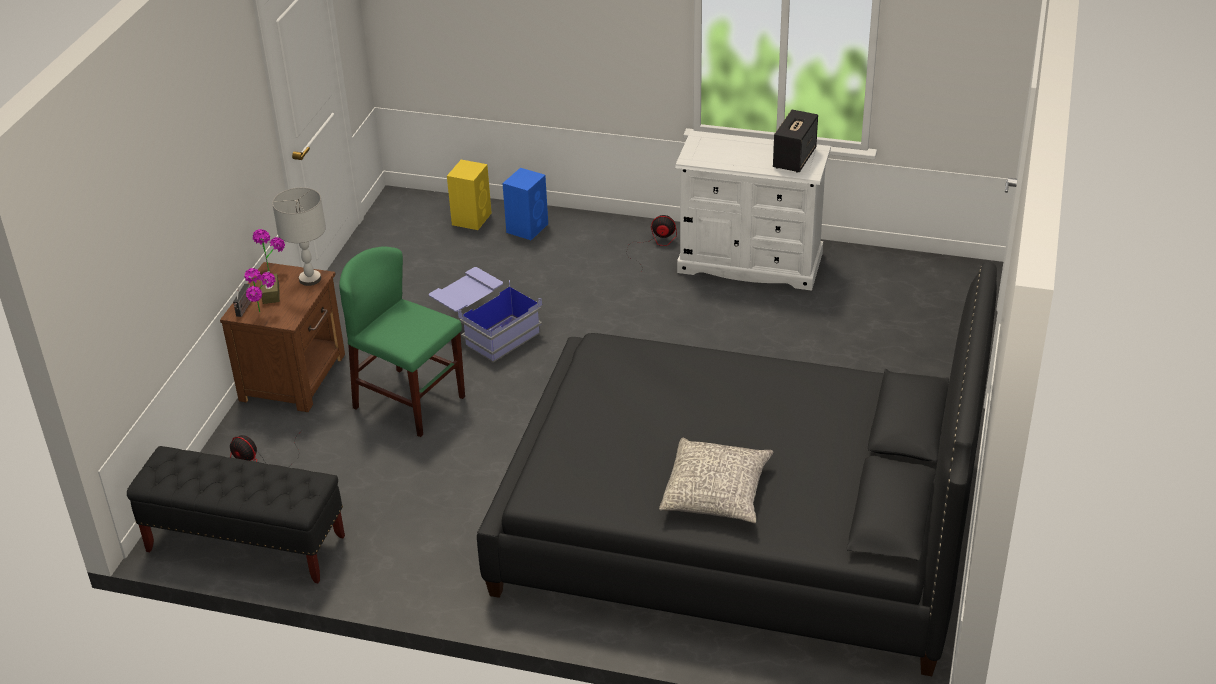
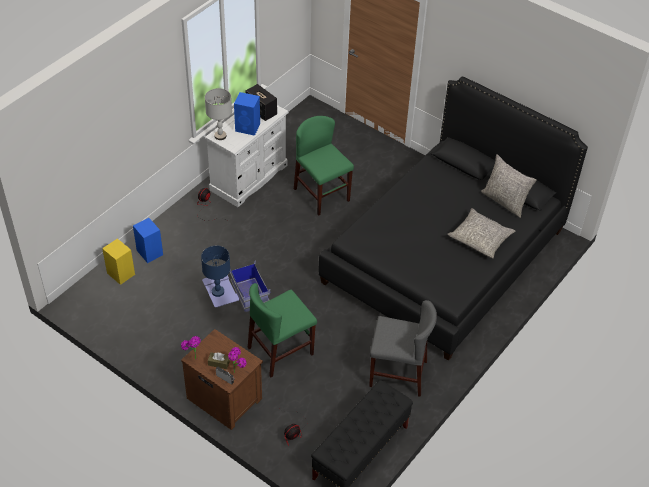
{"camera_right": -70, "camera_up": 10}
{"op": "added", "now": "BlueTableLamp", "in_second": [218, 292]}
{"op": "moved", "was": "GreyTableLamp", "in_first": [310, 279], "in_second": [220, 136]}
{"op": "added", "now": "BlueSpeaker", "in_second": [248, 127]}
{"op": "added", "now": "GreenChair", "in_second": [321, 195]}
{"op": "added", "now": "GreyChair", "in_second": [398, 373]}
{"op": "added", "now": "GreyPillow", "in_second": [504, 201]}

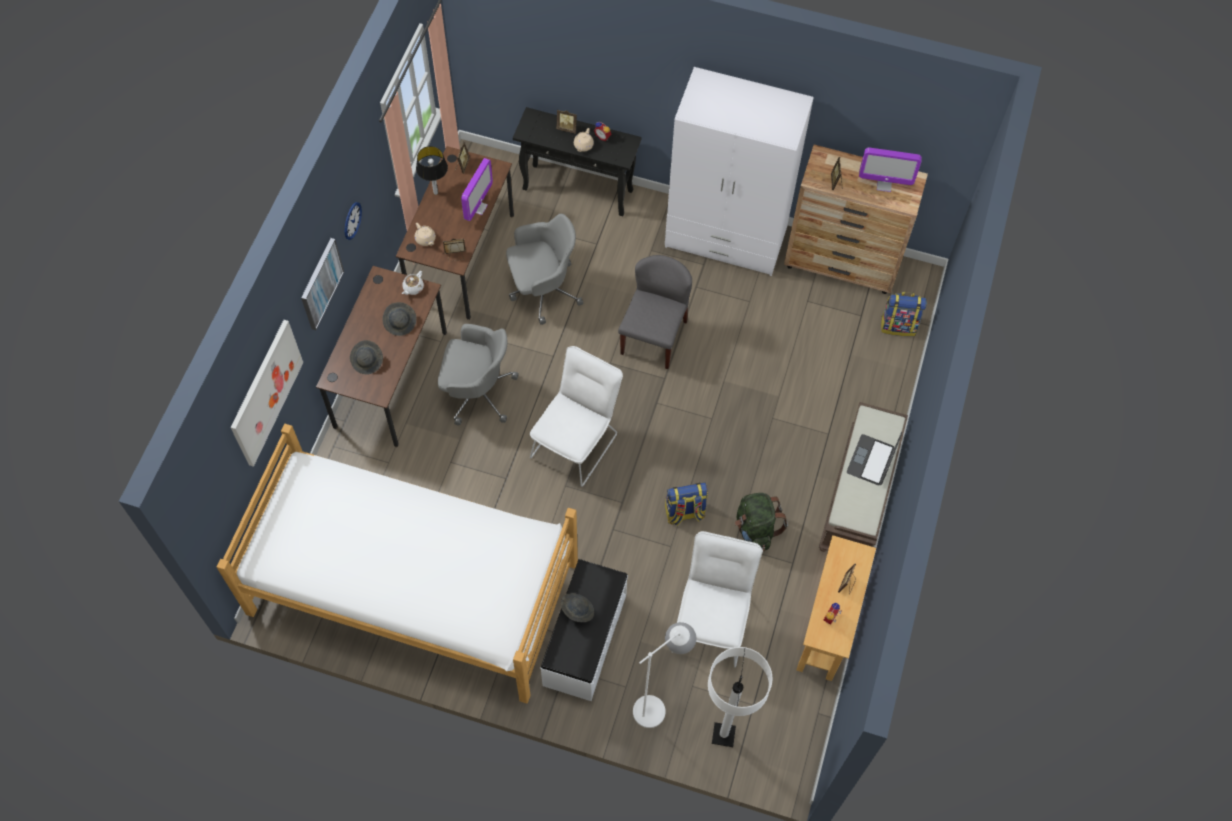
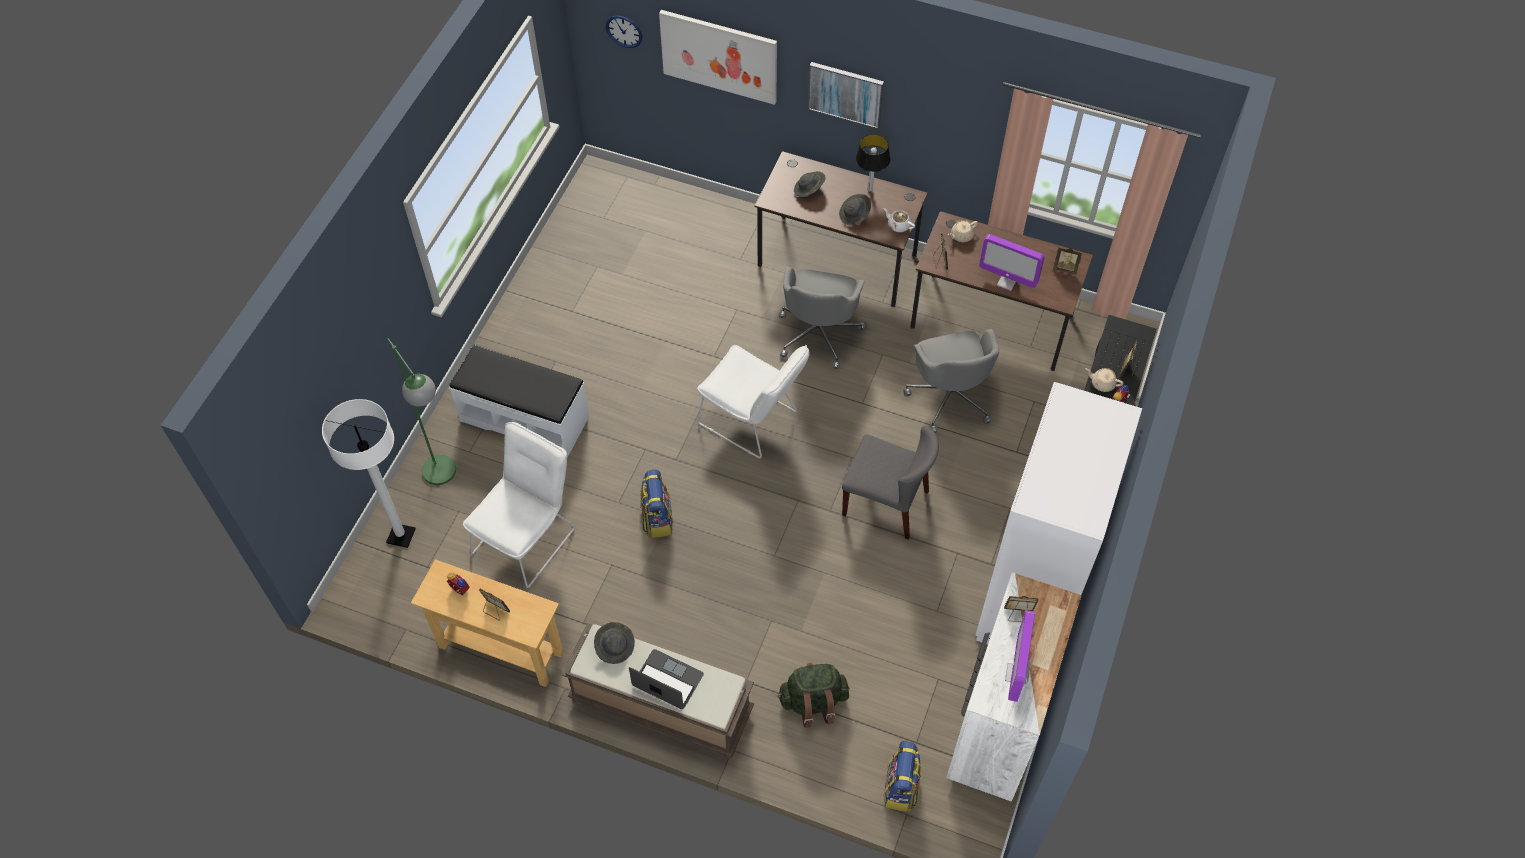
{"camera_right": 95, "camera_up": -5}
{"op": "recoloured", "was": "WhiteFloorLamp", "now": "GreenFloorLamp", "in_first": [658, 704], "in_second": [445, 479]}
{"op": "turned", "was": "WhiteChair", "in_first": [712, 619], "in_second": [528, 536], "clockwise": -75}
{"op": "moved", "was": "GreyHat", "in_first": [577, 610], "in_second": [615, 647]}
{"op": "moved", "was": "WallClock", "in_first": [352, 220], "in_second": [624, 31]}
{"op": "moved", "was": "GreenBackpack", "in_first": [755, 529], "in_second": [813, 702]}
{"op": "moved", "was": "TableLamp", "in_first": [436, 192], "in_second": [870, 189]}
{"op": "recoloured", "was": "BrownDresser", "now": "WhiteDresser", "in_first": [842, 264], "in_second": [997, 729]}
{"op": "removed", "was": "Bed", "in_first": [413, 586]}

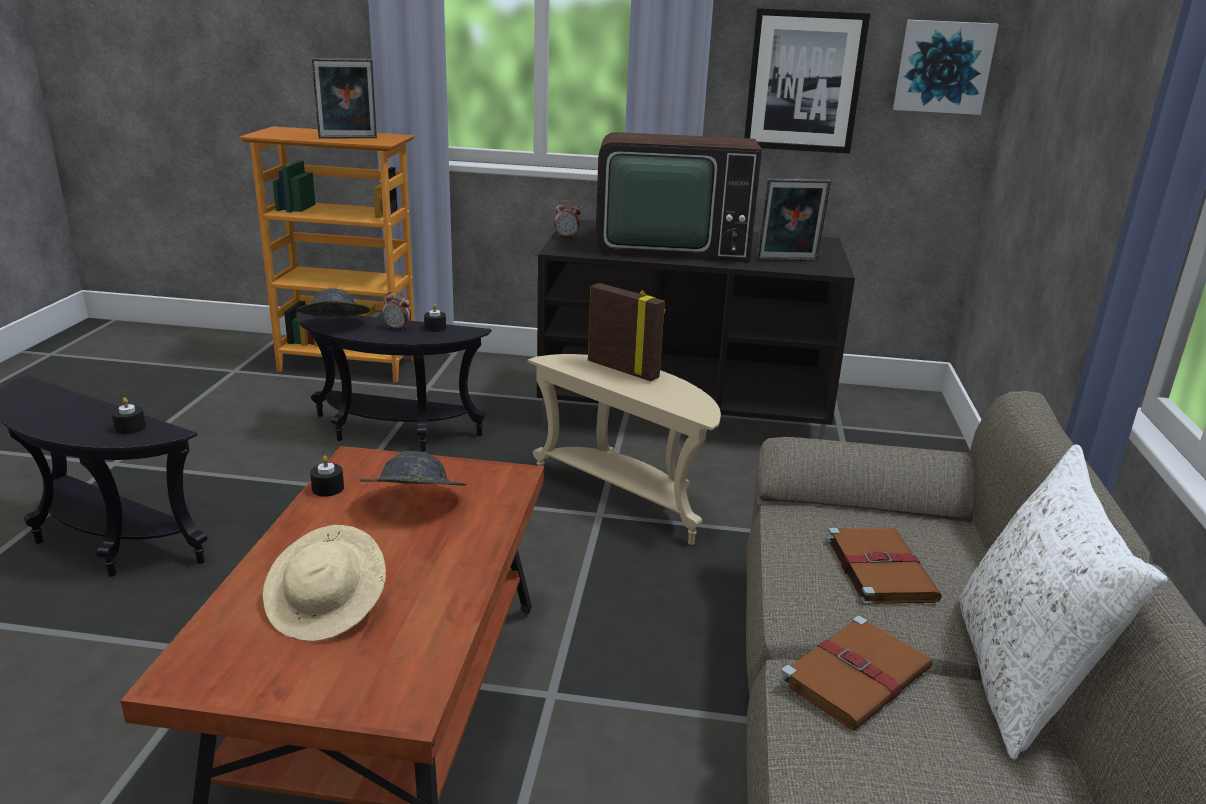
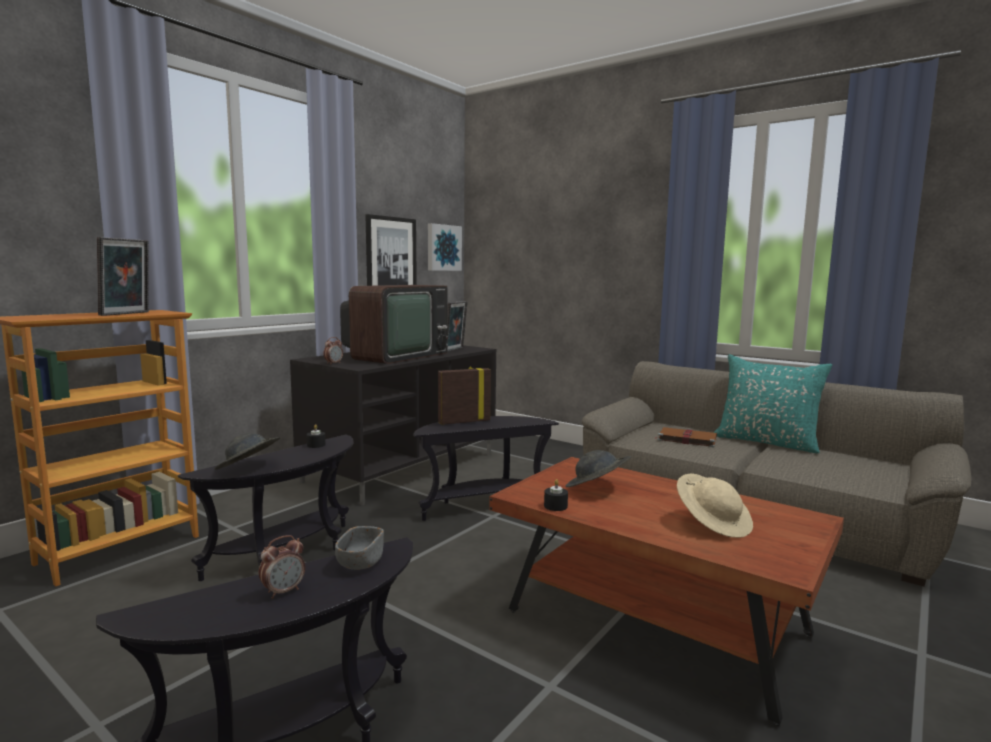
{"camera_right": -60, "camera_up": -15}
{"op": "moved", "was": "AlarmClock", "in_first": [397, 328], "in_second": [283, 591]}
{"op": "replaced", "was": "BlackCandle", "now": "GreyBowl", "in_first": [130, 428], "in_second": [360, 562]}
{"op": "recoloured", "was": "BeigeSideTable", "now": "BlackSideTable", "in_first": [625, 497], "in_second": [482, 505]}
{"op": "recoloured", "was": "WhitePillow", "now": "TurquoisePillow", "in_first": [1019, 677], "in_second": [766, 442]}
{"op": "removed", "was": "BrownBook", "in_first": [857, 675]}

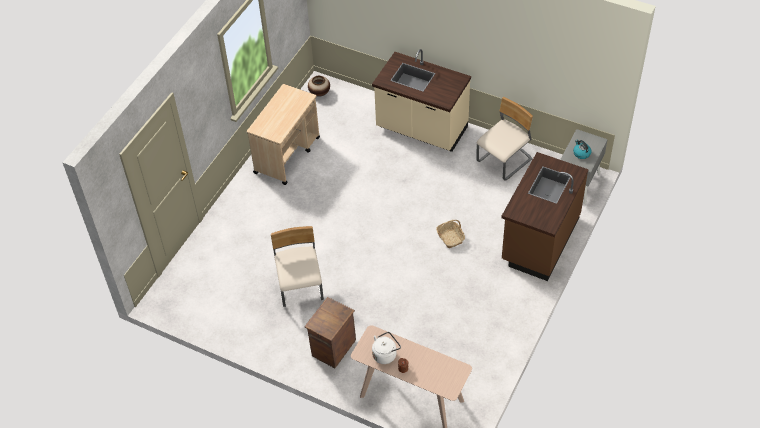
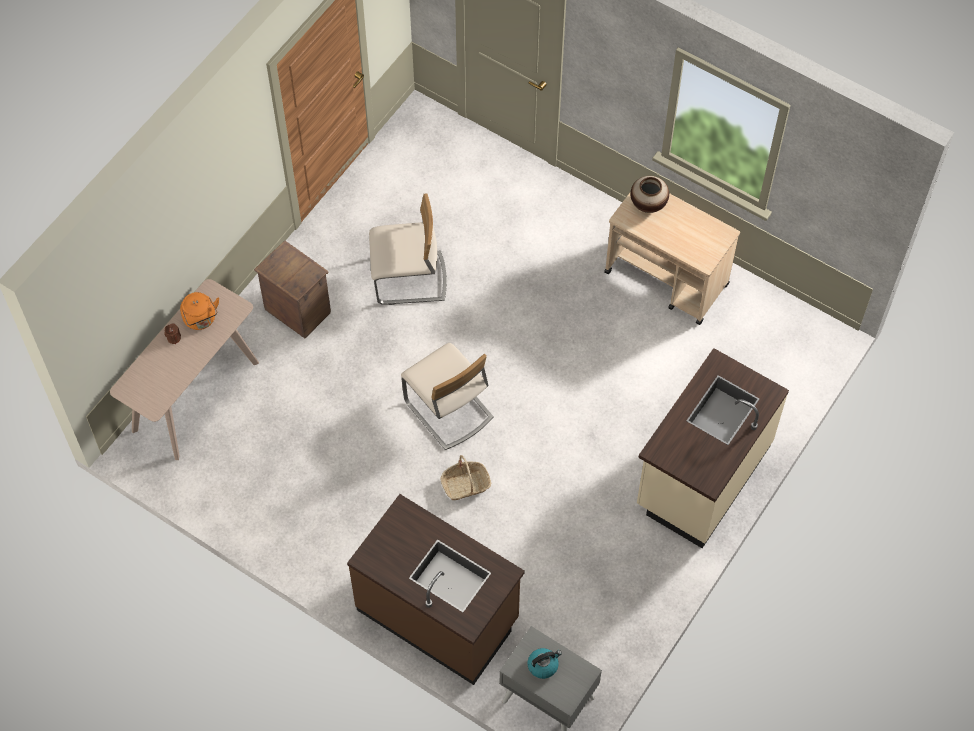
{"camera_right": 95, "camera_up": 10}
{"op": "recoloured", "was": "WhiteKettle", "now": "OrangeKettle", "in_first": [385, 354], "in_second": [201, 320]}
{"op": "moved", "was": "BeigeChair", "in_first": [504, 161], "in_second": [448, 410]}
{"op": "moved", "was": "Vase", "in_first": [319, 93], "in_second": [648, 204]}

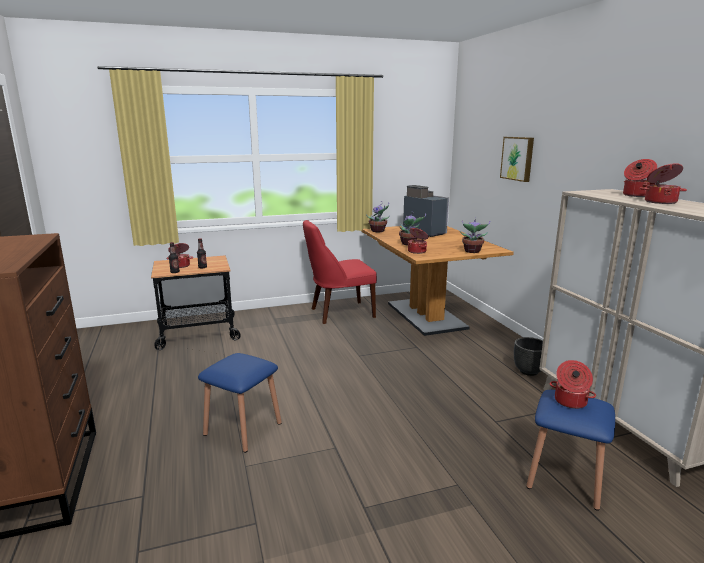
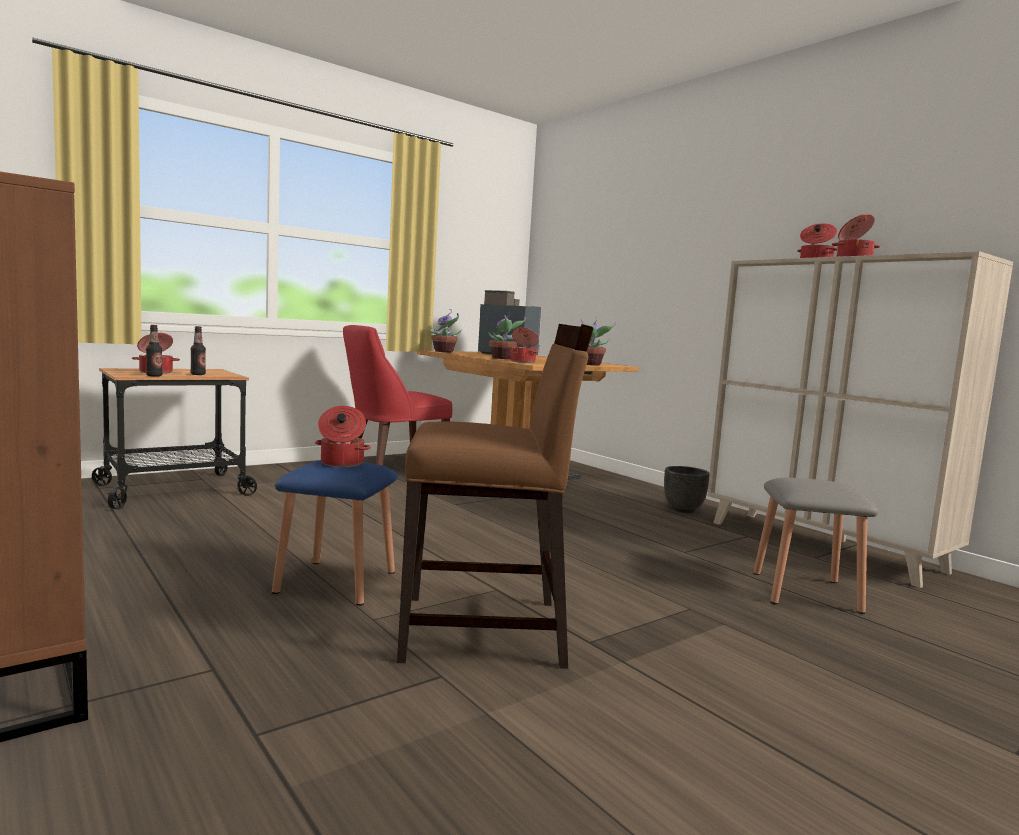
{"camera_right": -20, "camera_up": -10}
{"op": "moved", "was": "CookingPot", "in_first": [570, 402], "in_second": [341, 463]}
{"op": "added", "now": "BrownChair", "in_second": [485, 630]}
{"op": "recoloured", "was": "BlueStool", "now": "GreyStool", "in_first": [564, 478], "in_second": [805, 592]}
{"op": "removed", "was": "Picture", "in_first": [518, 158]}

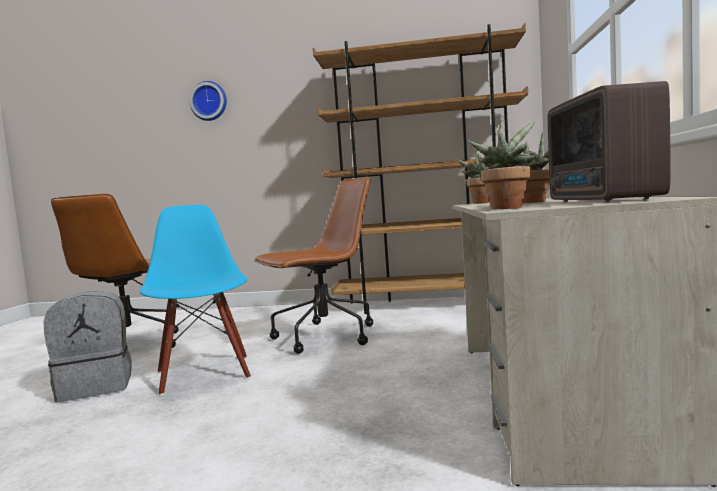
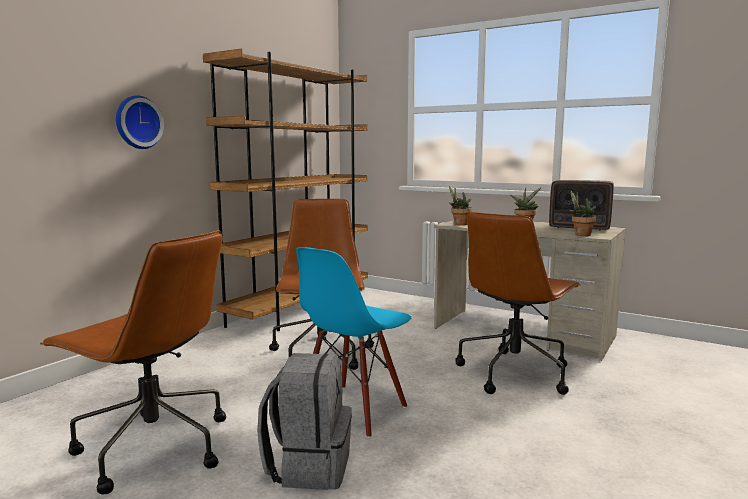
{"camera_right": -65, "camera_up": 5}
{"op": "moved", "was": "WallClock", "in_first": [209, 101], "in_second": [137, 122]}
{"op": "turned", "was": "BlueChair", "in_first": [204, 374], "in_second": [353, 409], "clockwise": -60}
{"op": "added", "now": "BrownOfficeChair", "in_second": [514, 372]}

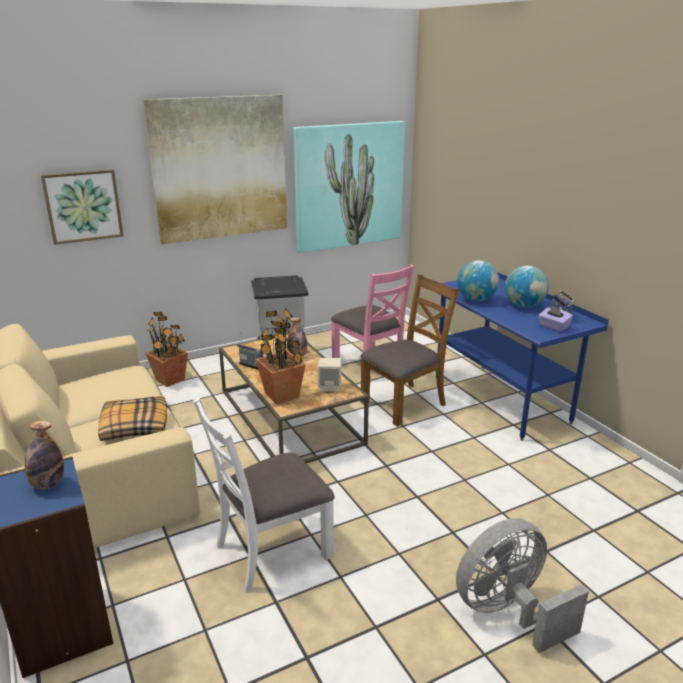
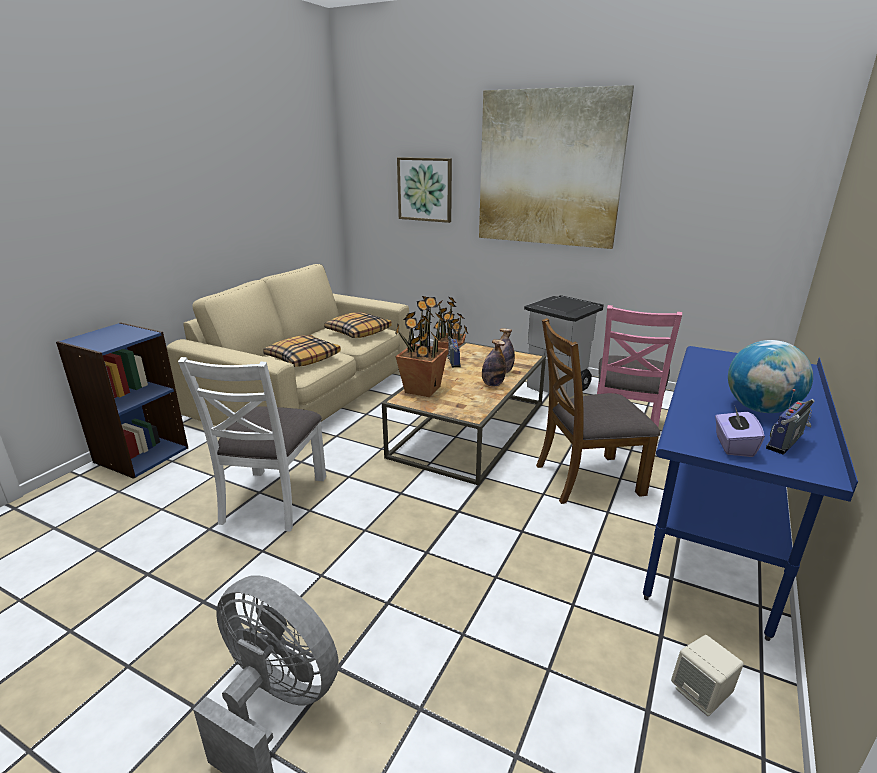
{"camera_right": 55, "camera_up": 0}
{"op": "turned", "was": "WhiteChair", "in_first": [272, 550], "in_second": [273, 499], "clockwise": -105}
{"op": "added", "now": "Pillow", "in_second": [358, 332]}
{"op": "moved", "was": "Bottle", "in_first": [48, 484], "in_second": [492, 384]}
{"op": "turned", "was": "BrownChair", "in_first": [404, 403], "in_second": [587, 478], "clockwise": 150}
{"op": "moved", "was": "BeigeSpeaker", "in_first": [330, 387], "in_second": [701, 694]}
{"op": "removed", "was": "Picture", "in_first": [348, 185]}
{"op": "removed", "was": "Globe", "in_first": [476, 300]}

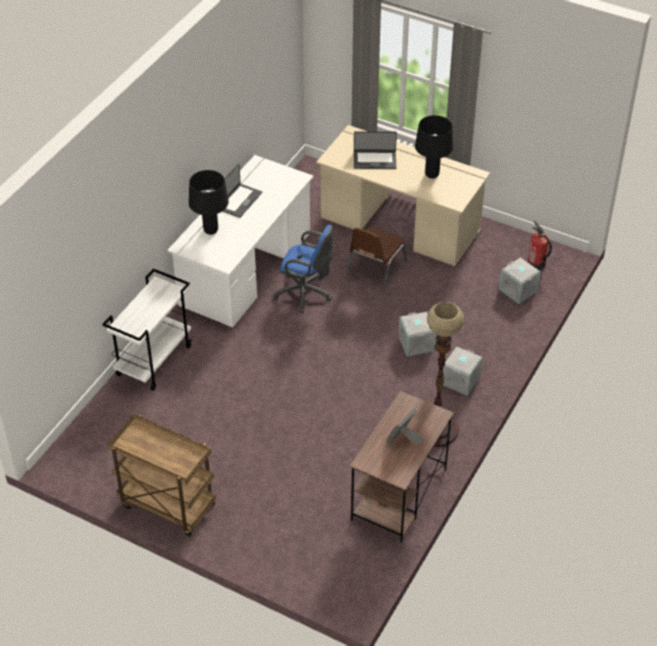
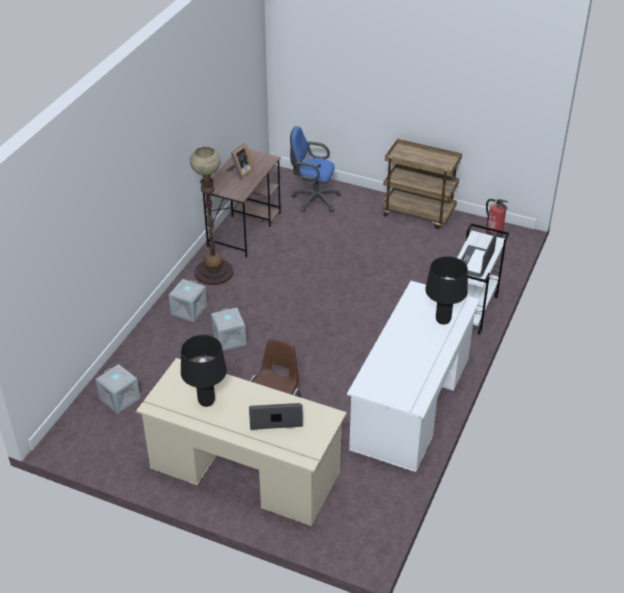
{"camera_right": 175, "camera_up": -5}
{"op": "moved", "was": "BlueOfficeChair", "in_first": [306, 294], "in_second": [313, 199]}
{"op": "moved", "was": "Laptop", "in_first": [239, 200], "in_second": [475, 262]}
{"op": "moved", "was": "FireExtinguisher", "in_first": [536, 264], "in_second": [494, 233]}

